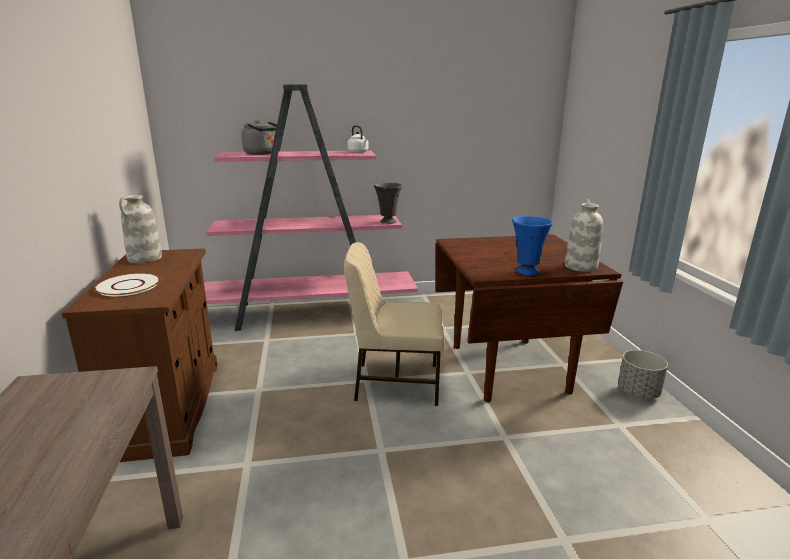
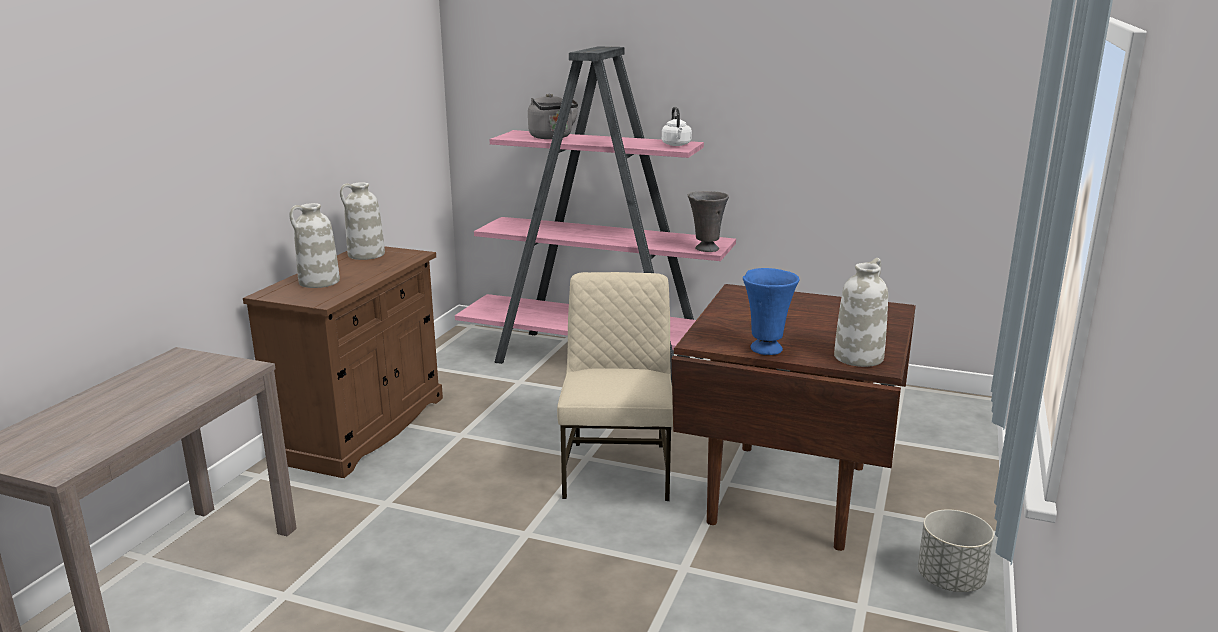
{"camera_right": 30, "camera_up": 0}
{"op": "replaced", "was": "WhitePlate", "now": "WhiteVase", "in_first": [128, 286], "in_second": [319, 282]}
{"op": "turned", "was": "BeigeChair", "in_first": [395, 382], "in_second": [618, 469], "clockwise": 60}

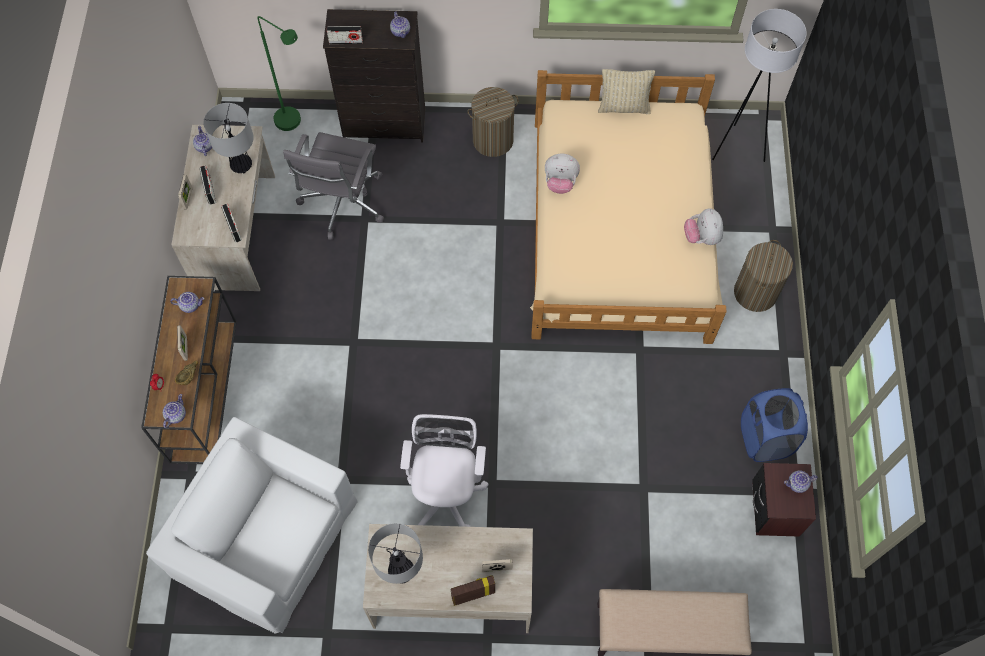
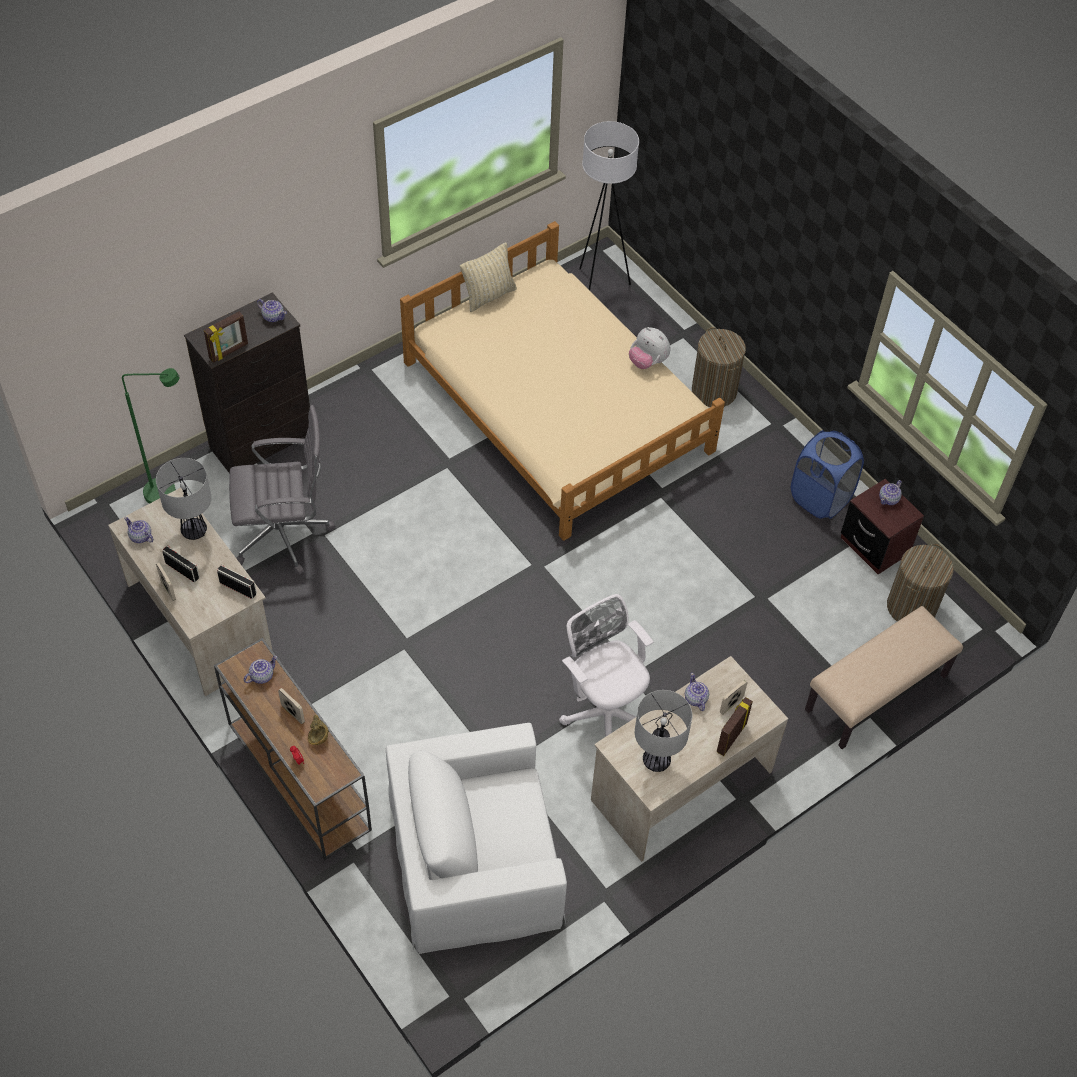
{"camera_right": -40, "camera_up": -10}
{"op": "replaced", "was": "Radio", "now": "PictureFrame", "in_first": [346, 41], "in_second": [229, 352]}
{"op": "turned", "was": "GreyOfficeChair", "in_first": [342, 203], "in_second": [284, 534], "clockwise": -75}
{"op": "moved", "was": "Teapot", "in_first": [175, 415], "in_second": [695, 699]}
{"op": "moved", "was": "LaundryBasket", "in_first": [493, 140], "in_second": [911, 606]}
{"op": "removed", "was": "PlushToy", "in_first": [560, 183]}

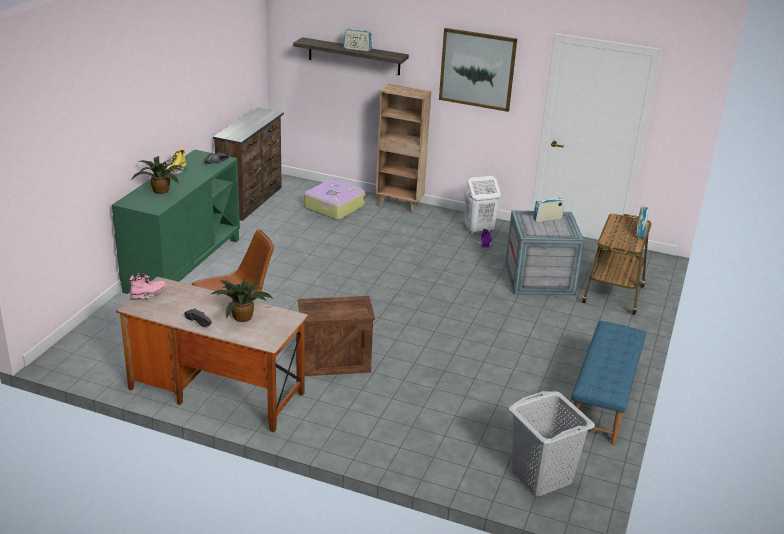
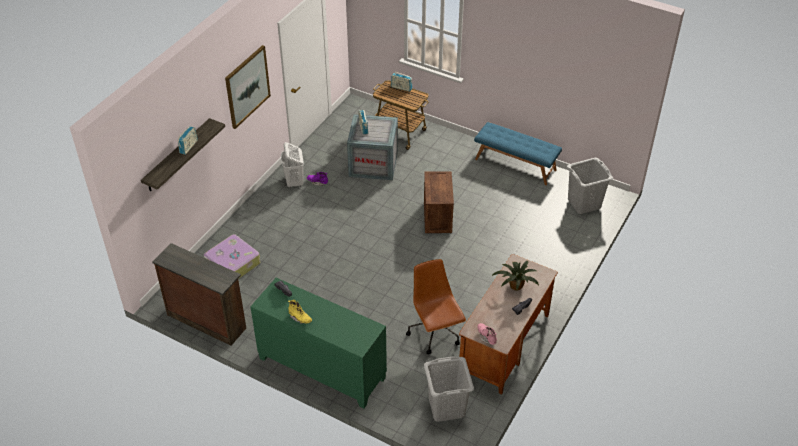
{"camera_right": -80, "camera_up": 15}
{"op": "moved", "was": "Crate", "in_first": [335, 361], "in_second": [437, 217]}
{"op": "added", "now": "GreyLaundryBasket", "in_second": [446, 407]}
{"op": "removed", "was": "PottedPlant", "in_first": [161, 190]}
{"op": "removed", "was": "BrownBookcase", "in_first": [399, 205]}

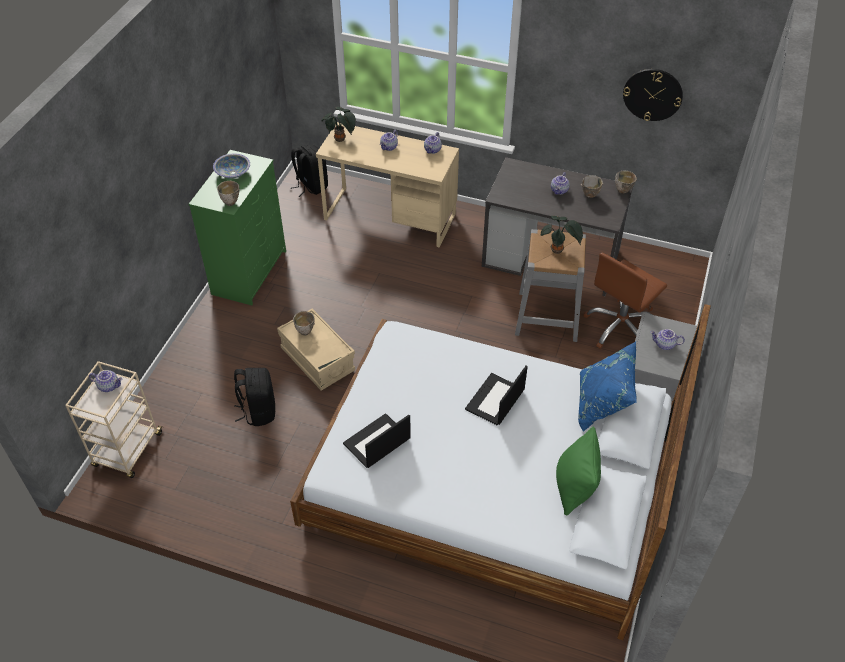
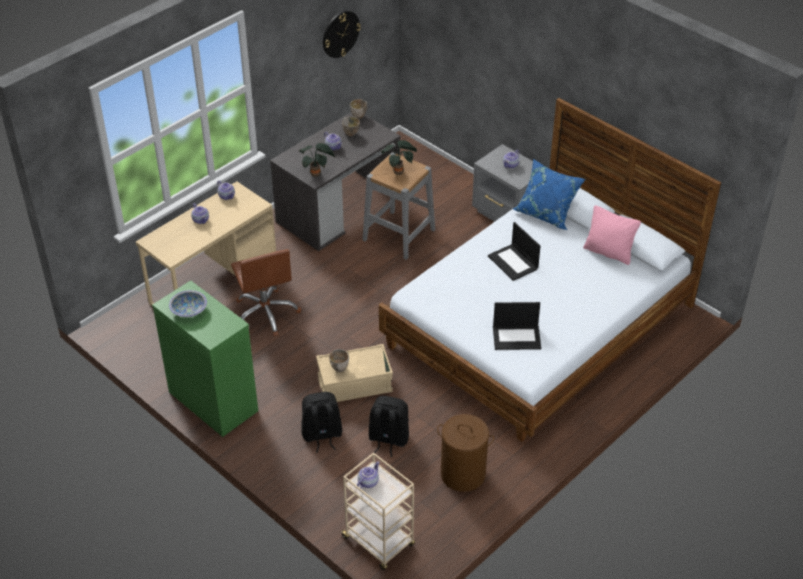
{"camera_right": -65, "camera_up": -5}
{"op": "moved", "was": "BrownOfficeChair", "in_first": [620, 327], "in_second": [266, 313]}
{"op": "moved", "was": "PottedPlant", "in_first": [341, 140], "in_second": [316, 174]}
{"op": "moved", "was": "BlackBackpack", "in_first": [311, 186], "in_second": [322, 435]}
{"op": "added", "now": "BrownLaundryBasket", "in_second": [463, 474]}
{"op": "turned", "was": "Laptop", "in_first": [377, 442], "in_second": [517, 337], "clockwise": -75}
{"op": "recoloured", "was": "GreenPillow", "now": "PinkPillow", "in_first": [574, 487], "in_second": [608, 252]}
{"op": "removed", "was": "Bowl", "in_first": [231, 202]}

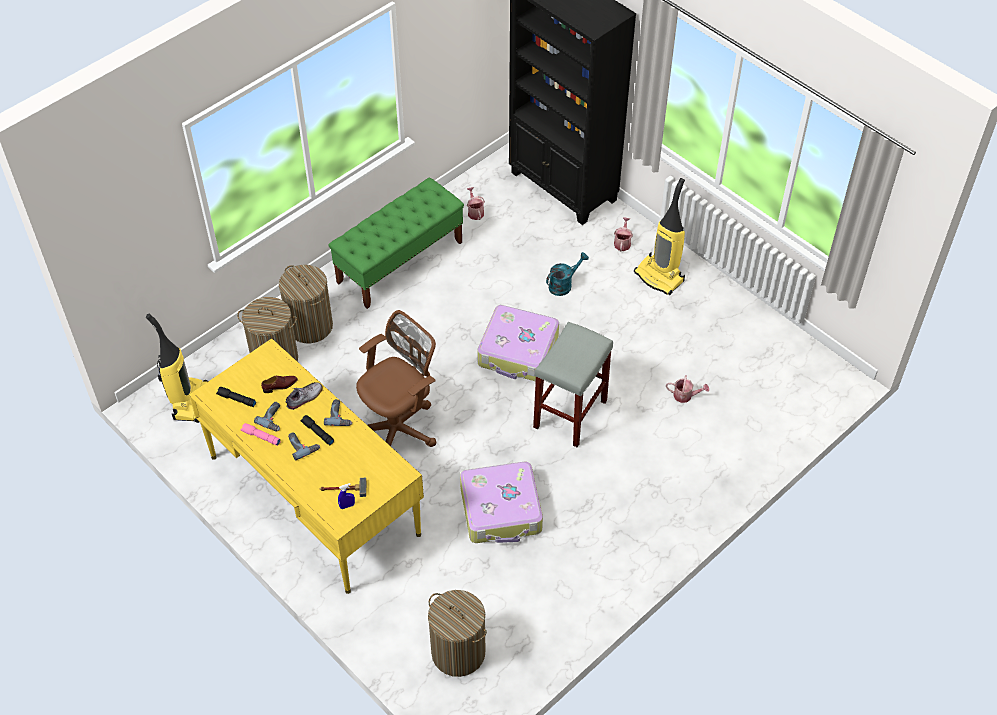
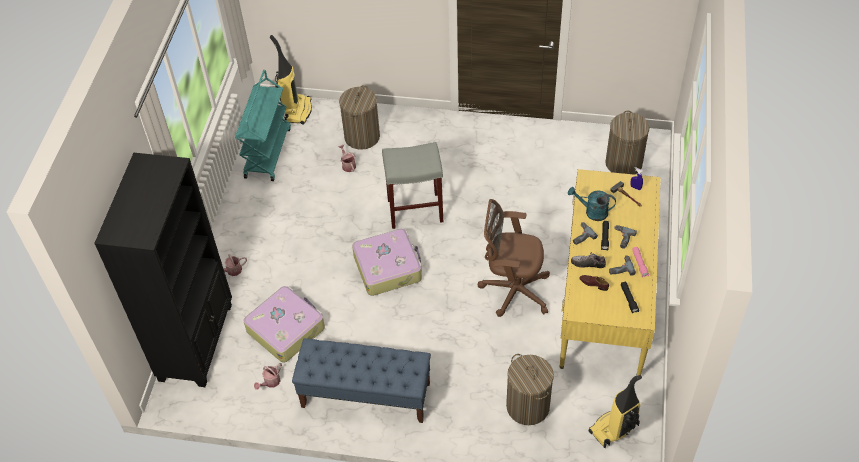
{"camera_right": -125, "camera_up": 0}
{"op": "added", "now": "TurquoiseCart", "in_second": [267, 152]}
{"op": "moved", "was": "Suitcase", "in_first": [501, 510], "in_second": [286, 329]}
{"op": "moved", "was": "VacuumCleaner", "in_first": [660, 277], "in_second": [297, 110]}
{"op": "recoloured", "was": "GreenBench", "now": "BlueBench", "in_first": [400, 262], "in_second": [365, 395]}
{"op": "moved", "was": "LaundryBasket", "in_first": [310, 326], "in_second": [362, 136]}
{"op": "moved", "was": "TurquoiseWateringCan", "in_first": [563, 284], "in_second": [592, 212]}

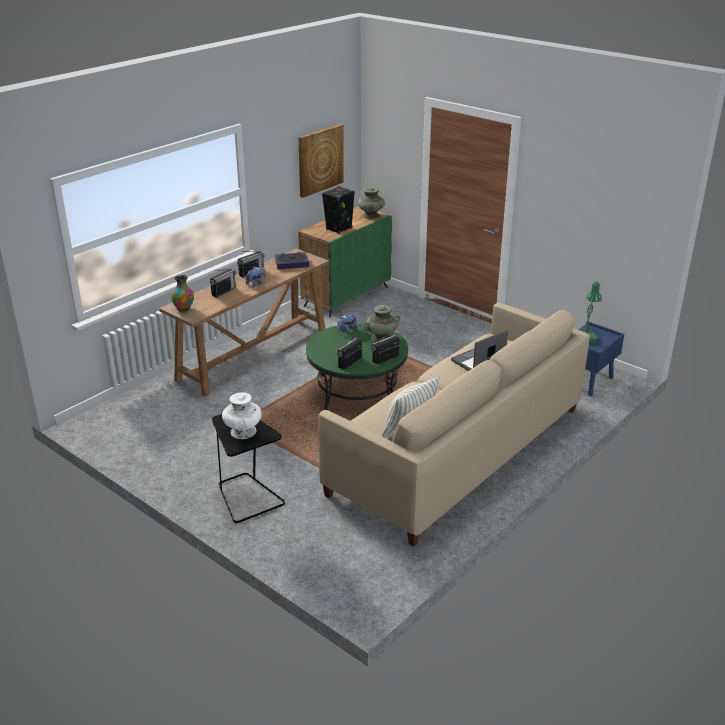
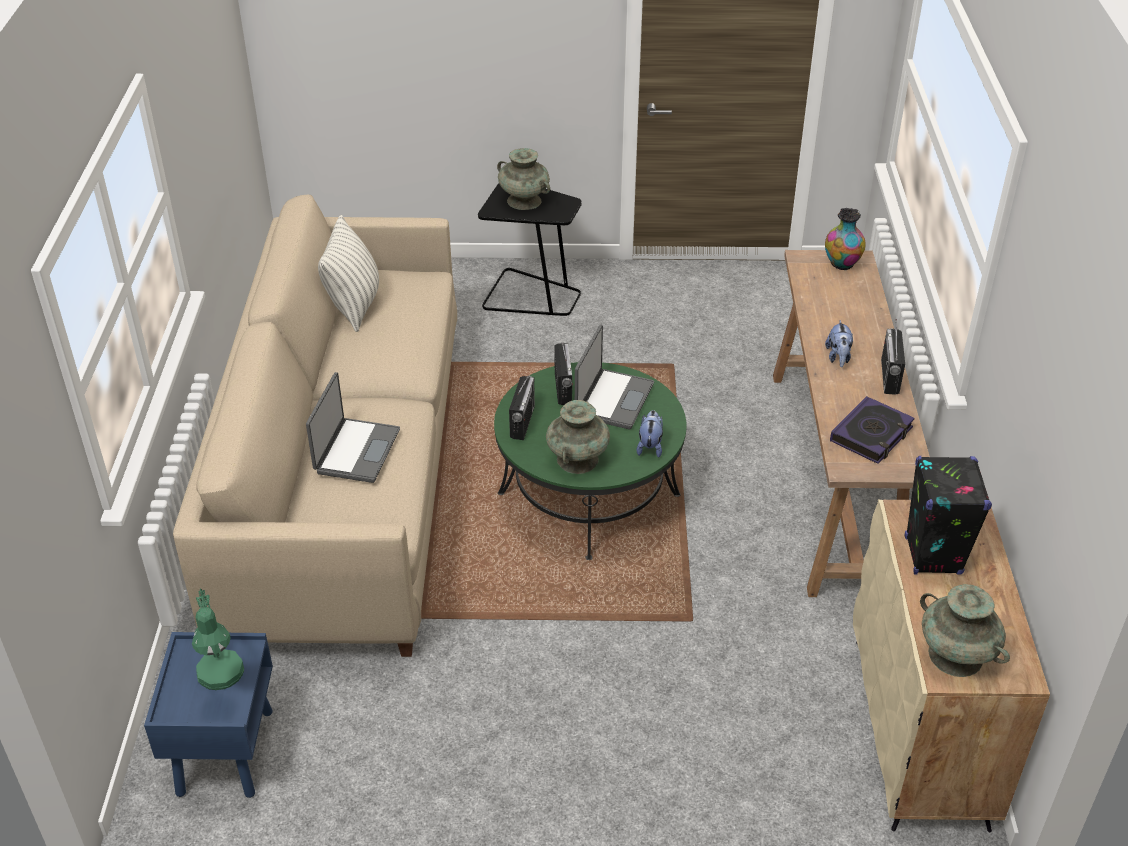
{"camera_right": 140, "camera_up": 10}
{"op": "recoloured", "was": "WhiteVase", "now": "TurquoiseVase", "in_first": [243, 431], "in_second": [524, 201]}
{"op": "added", "now": "Laptop", "in_second": [613, 400]}
{"op": "recoloured", "was": "GreenCabinet", "now": "BeigeCabinet", "in_first": [346, 296], "in_second": [920, 732]}
{"op": "removed", "was": "Radio", "in_first": [223, 291]}
{"op": "removed", "was": "Picture", "in_first": [320, 160]}

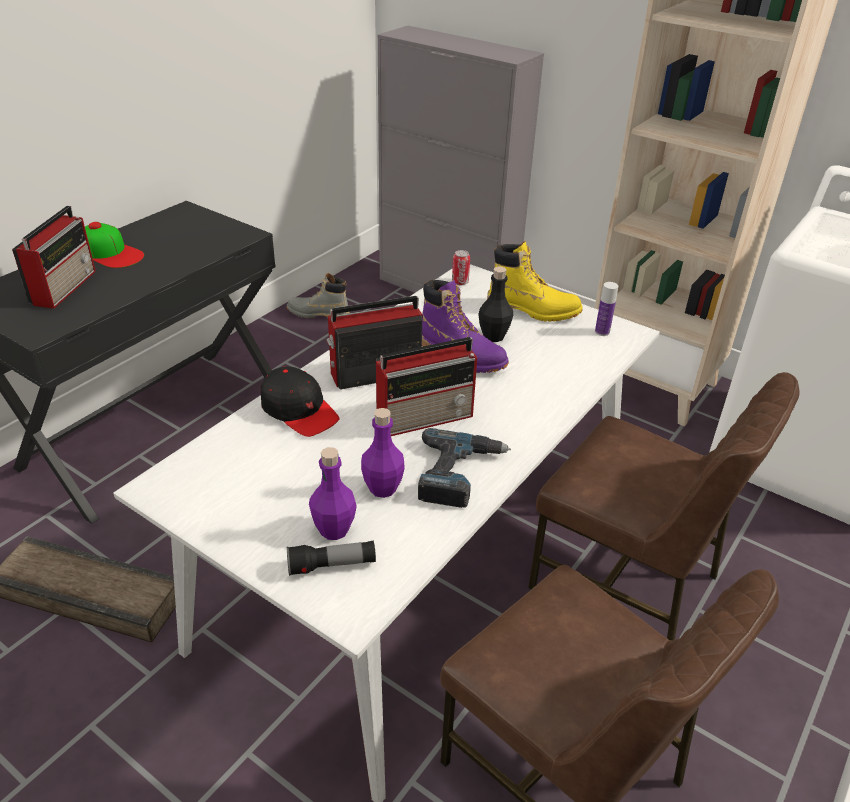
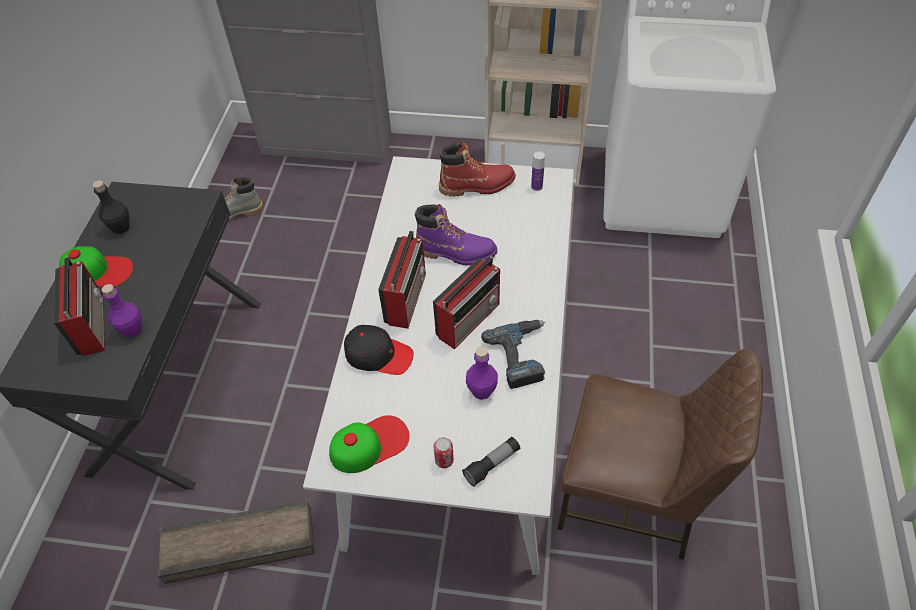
{"camera_right": -25, "camera_up": 15}
{"op": "moved", "was": "BlackBottle", "in_first": [493, 336], "in_second": [121, 227]}
{"op": "moved", "was": "PurpleBottle", "in_first": [334, 529], "in_second": [132, 330]}
{"op": "added", "now": "Cap", "in_second": [369, 444]}
{"op": "turned", "was": "Radio", "in_first": [374, 374], "in_second": [406, 297], "clockwise": 150}
{"op": "moved", "was": "Can", "in_first": [460, 282], "in_second": [444, 460]}
{"op": "recoloured", "was": "YellowBoot", "now": "RedBoot", "in_first": [533, 310], "in_second": [477, 186]}
{"op": "removed", "was": "BrownChair", "in_first": [628, 582]}

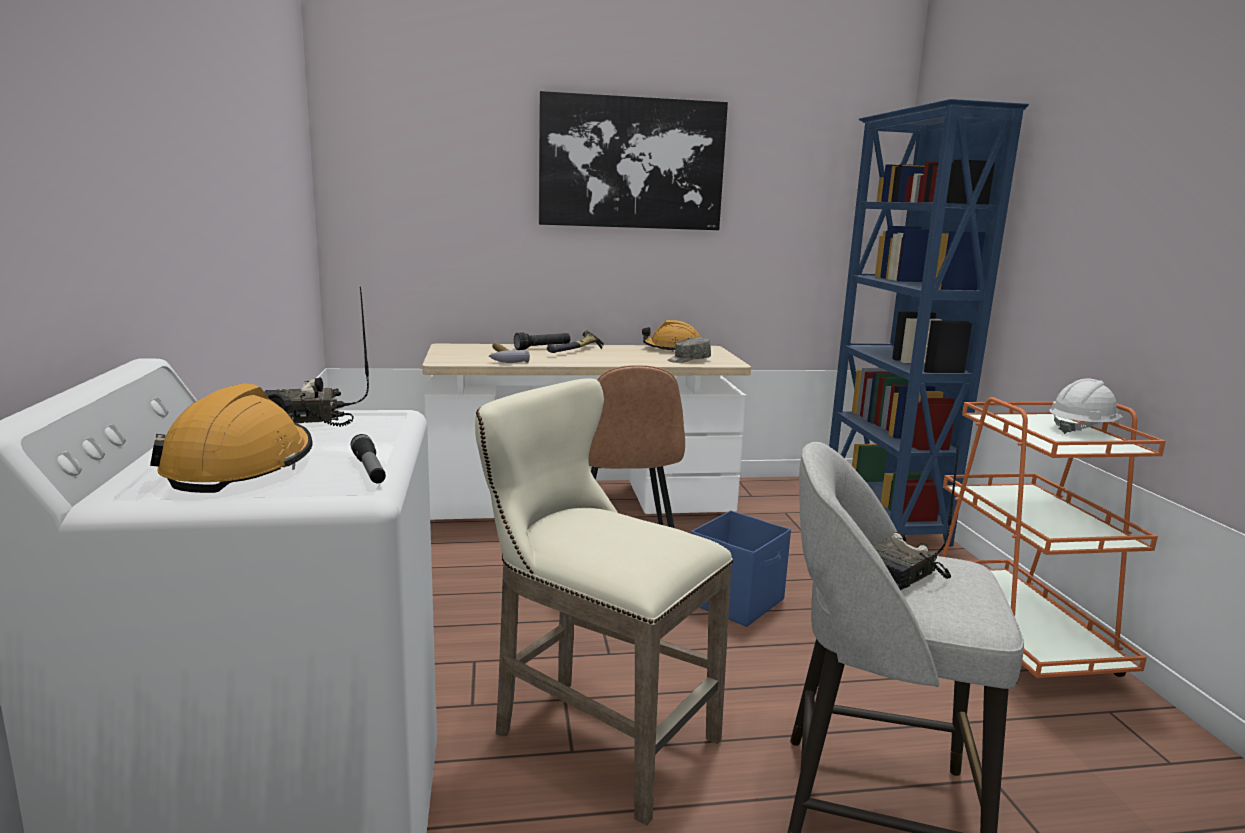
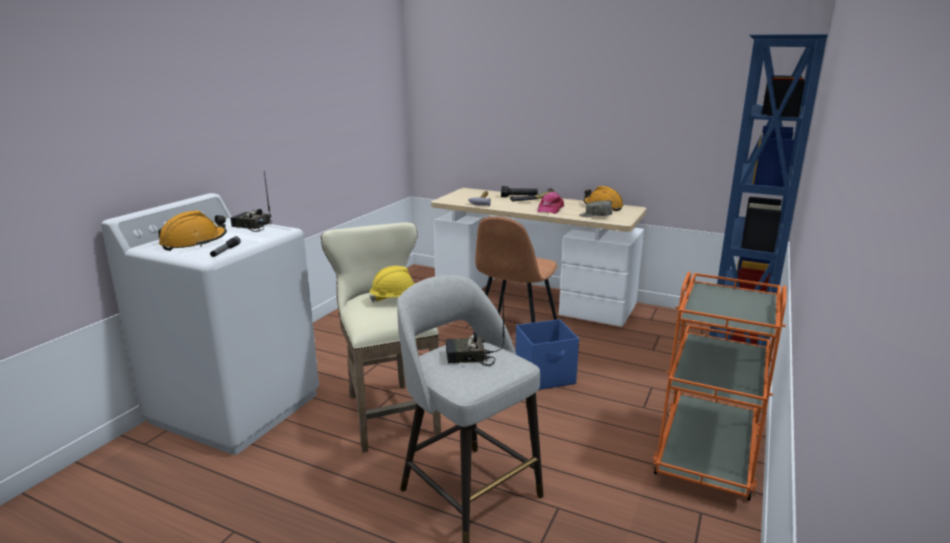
{"camera_right": 35, "camera_up": 5}
{"op": "added", "now": "YellowHardHat", "in_second": [396, 299]}
{"op": "added", "now": "PinkCap", "in_second": [550, 209]}
{"op": "removed", "was": "Picture", "in_first": [632, 163]}
{"op": "removed", "was": "WhiteHardHat", "in_first": [1081, 429]}

